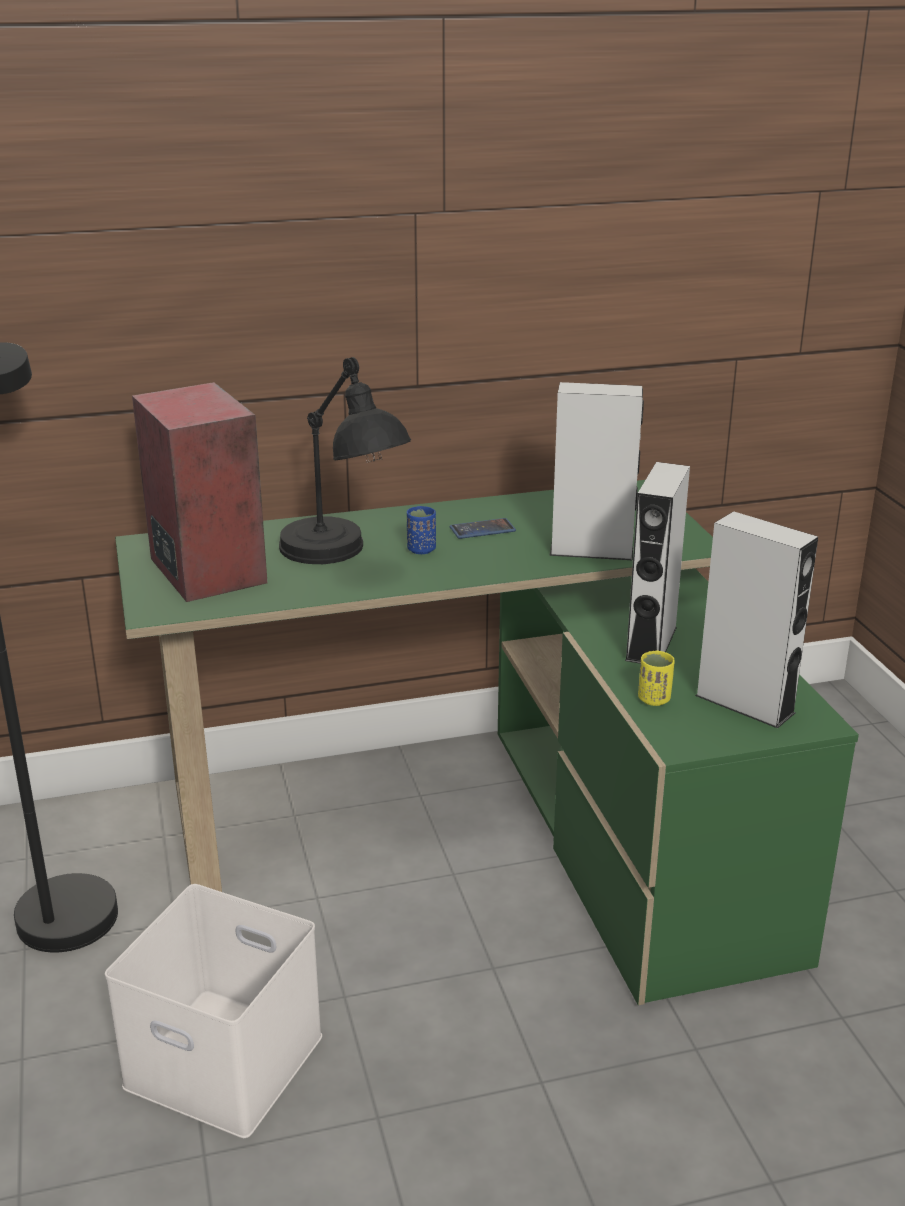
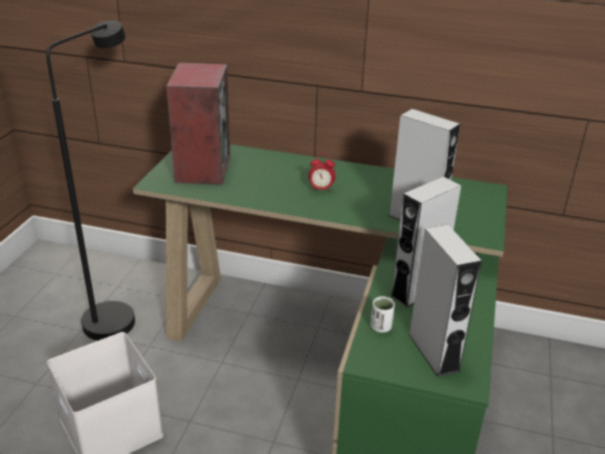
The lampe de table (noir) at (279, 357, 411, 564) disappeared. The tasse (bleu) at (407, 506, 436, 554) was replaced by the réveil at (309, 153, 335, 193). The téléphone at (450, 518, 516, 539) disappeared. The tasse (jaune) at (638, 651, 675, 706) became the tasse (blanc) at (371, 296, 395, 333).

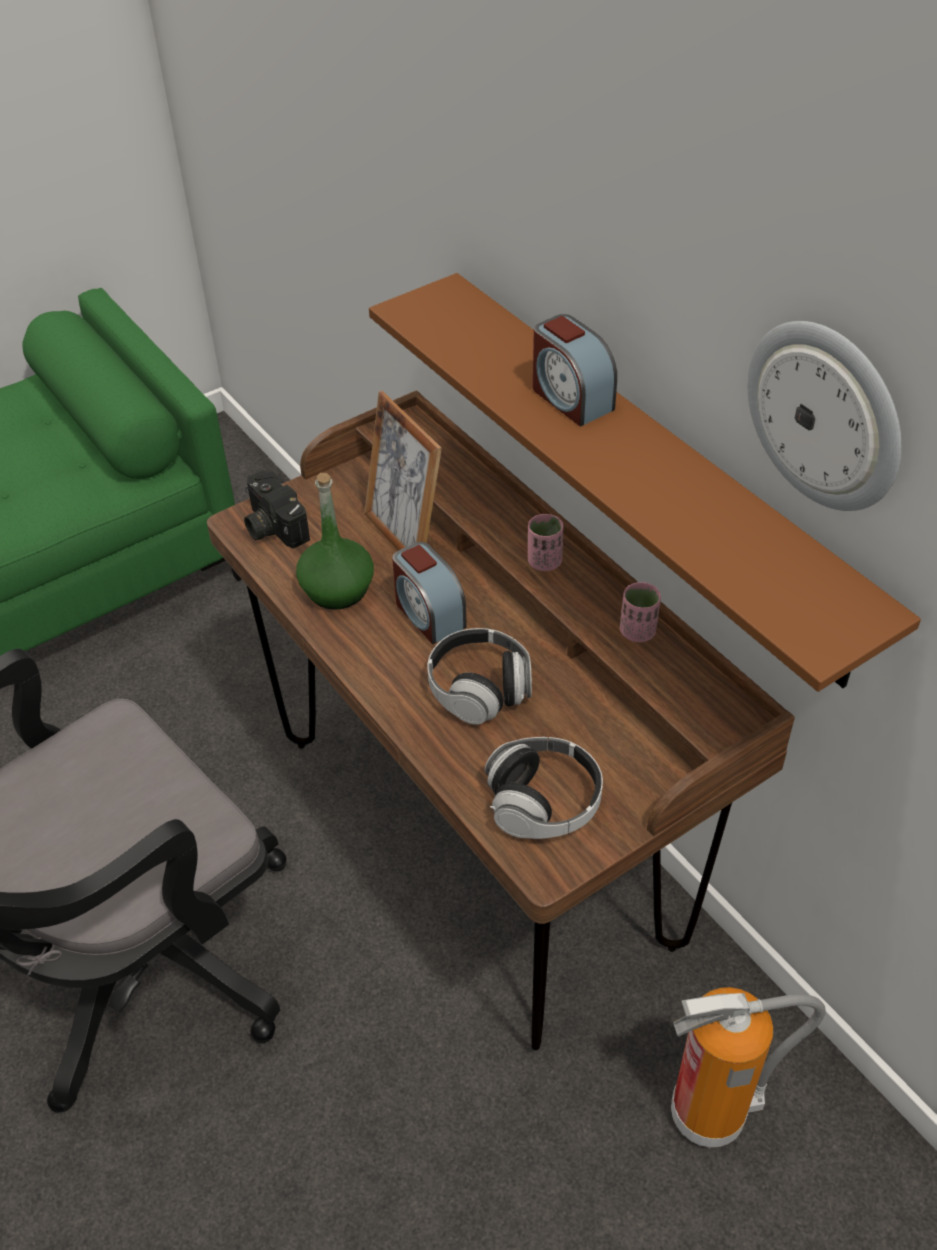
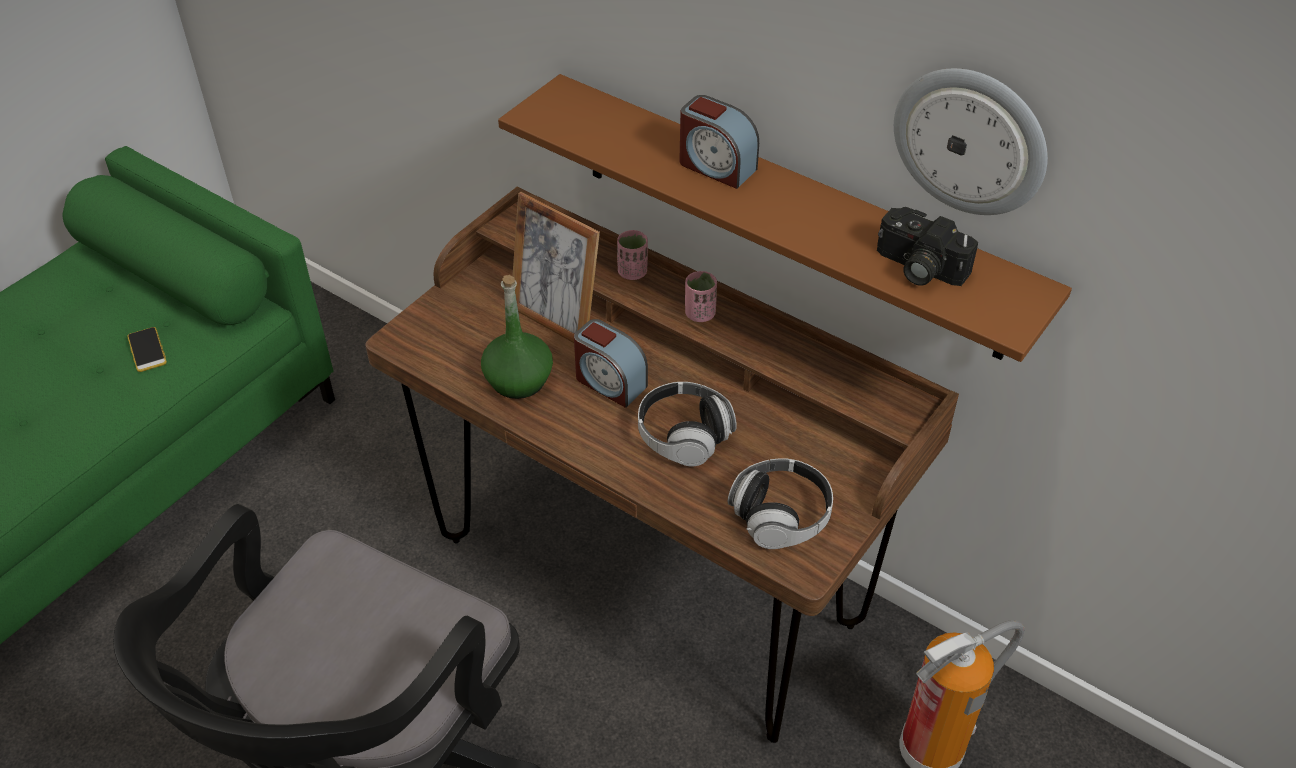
The appareil photo moved from (244, 470, 310, 549) to (877, 207, 978, 286). The tasse (rose) moved from (620, 582, 661, 642) to (617, 230, 648, 280). The téléphone at (127, 327, 167, 372) appeared.

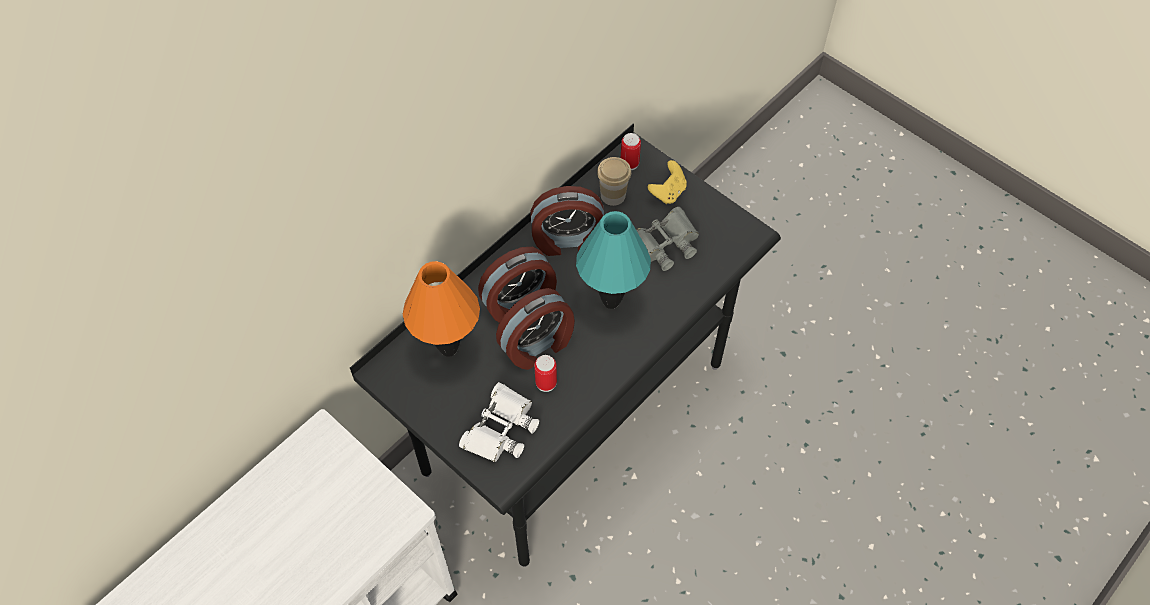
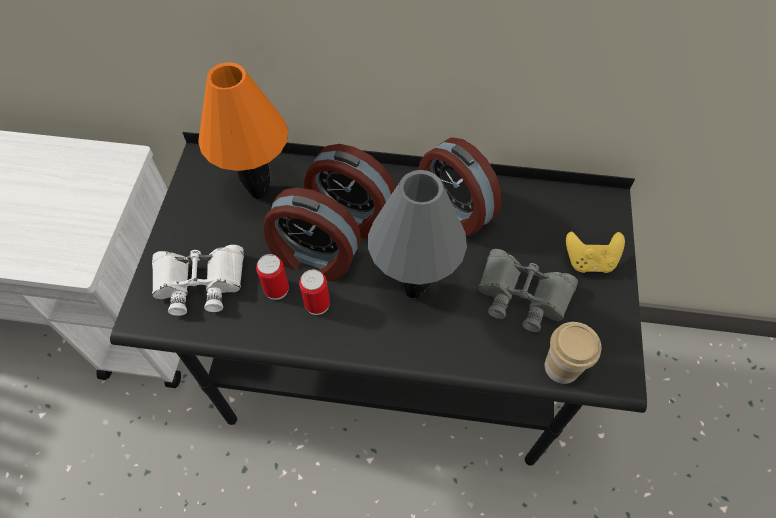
The lampe de table (turquoise) at (576, 211, 651, 309) became the lampe de table (gris) at (368, 170, 467, 298). The tasse moved from (597, 157, 631, 206) to (545, 322, 601, 384). The boîte métallique moved from (621, 133, 641, 170) to (299, 270, 330, 315).

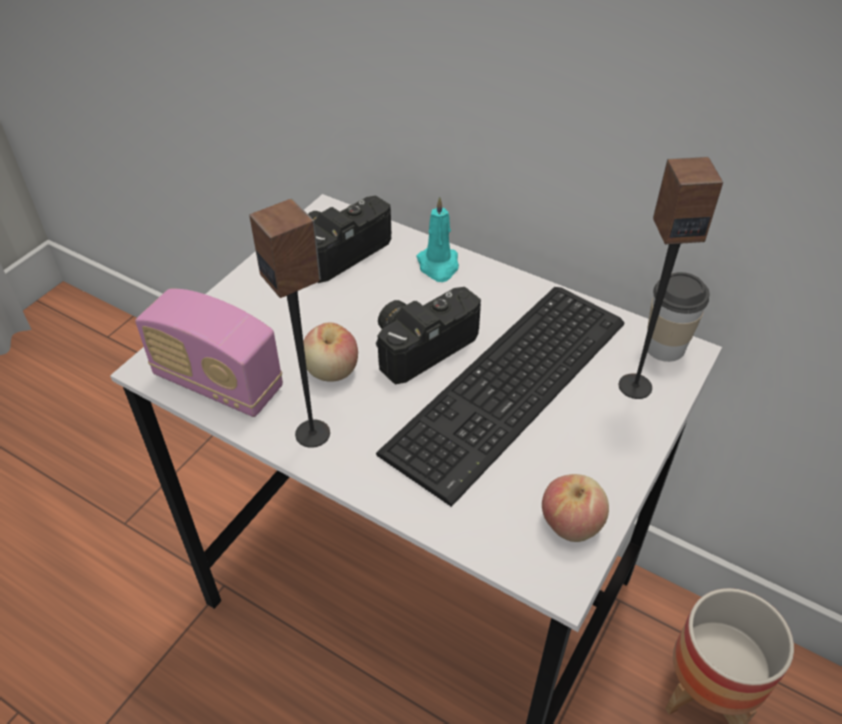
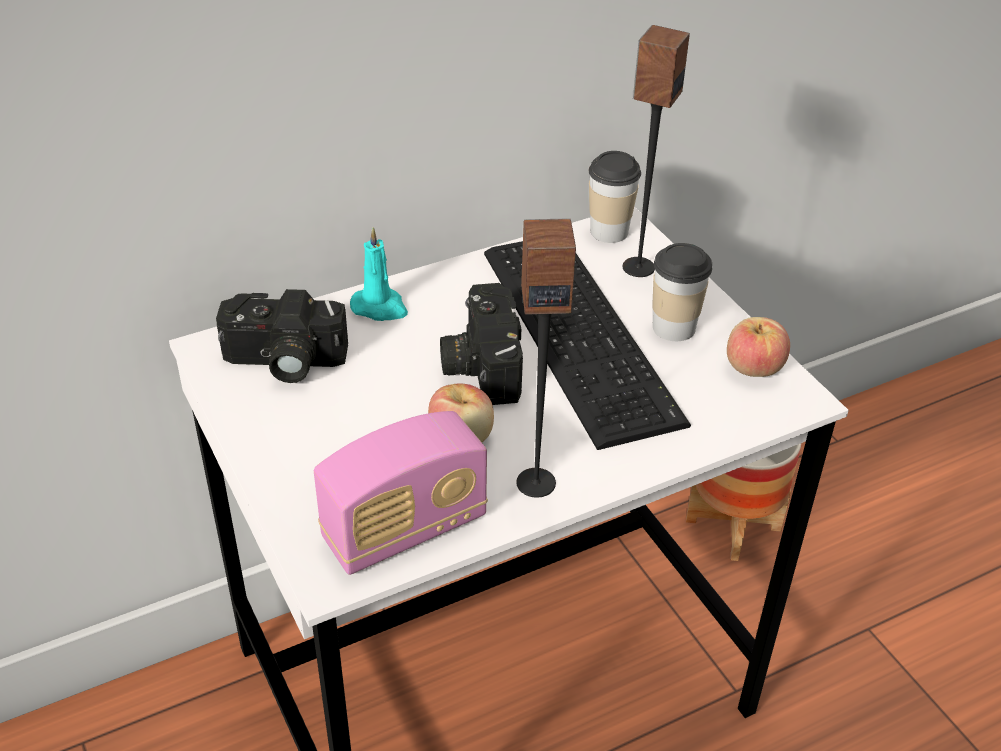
The appareil photo at (308, 195, 392, 283) turned 75 degrees counterclockwise. The tasse at (652, 243, 712, 341) appeared.

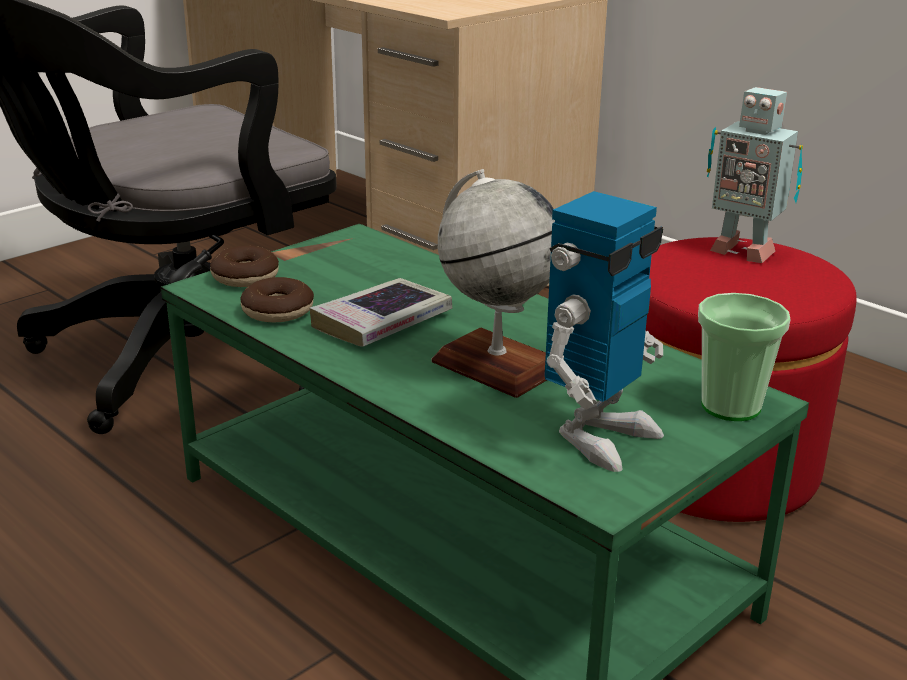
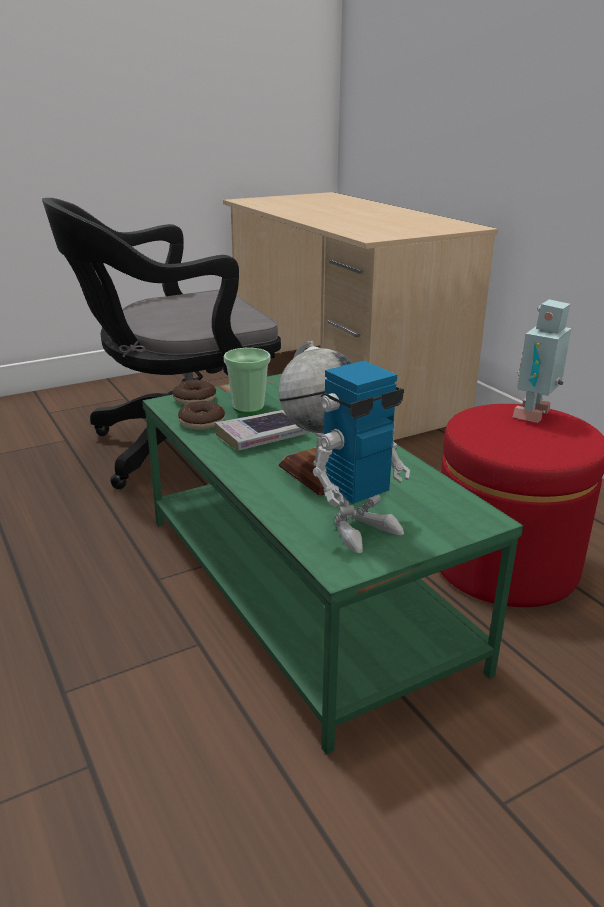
The tasse moved from (698, 293, 791, 421) to (224, 348, 270, 414). The robot jouet at (707, 87, 803, 263) turned 75 degrees clockwise.

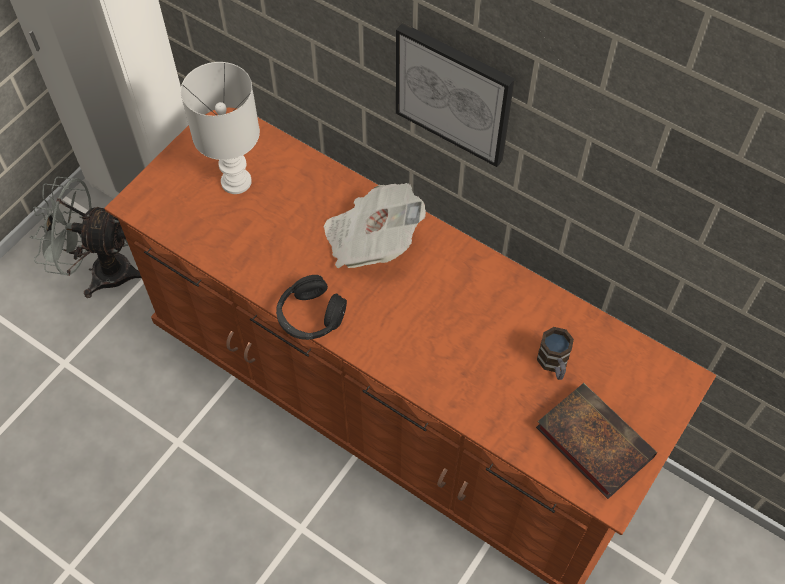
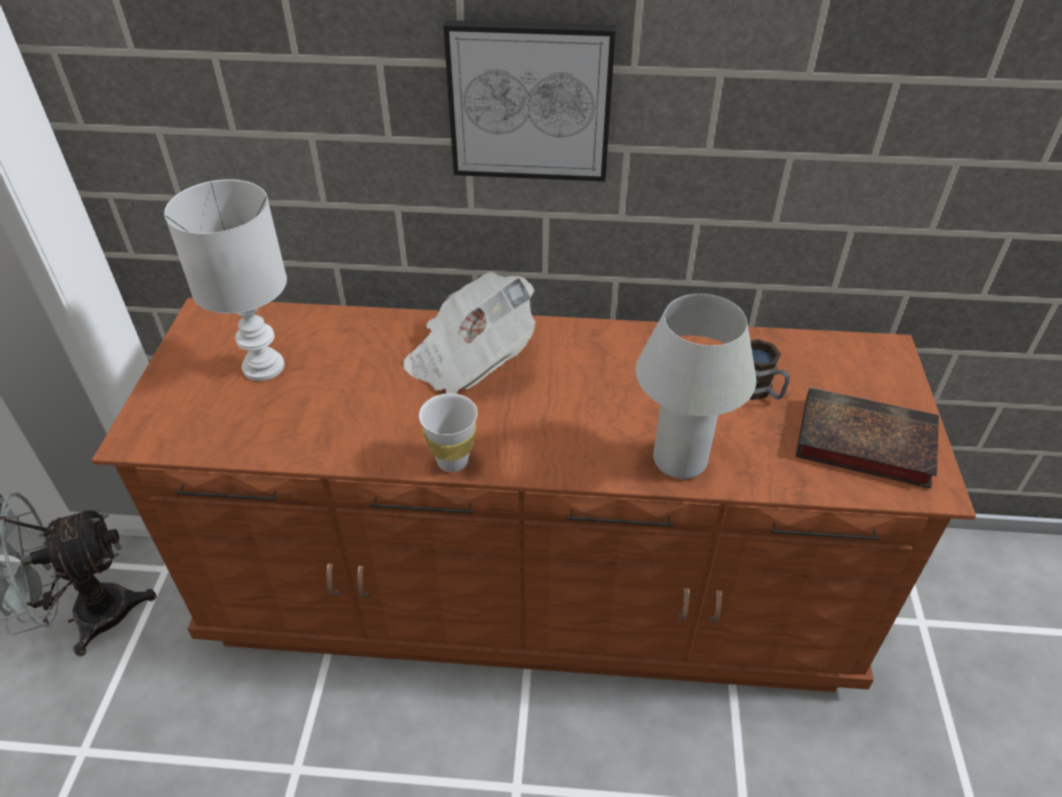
The casque audio (noir) at (276, 275, 347, 340) was replaced by the tasse (blanc) at (419, 393, 478, 472). The lampe de table (blanc) at (636, 294, 756, 479) appeared.

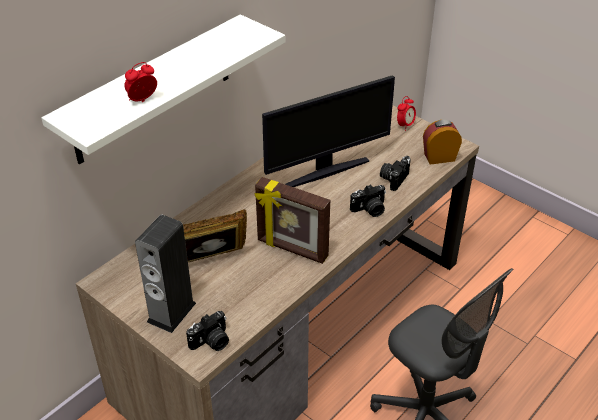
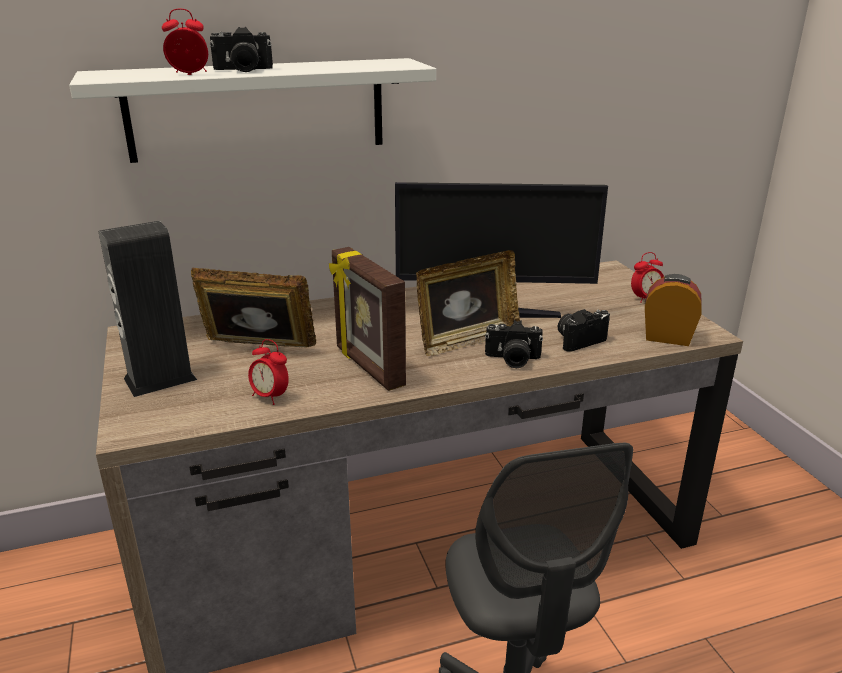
The appareil photo moved from (186, 311, 229, 351) to (209, 27, 273, 72). The réveil at (248, 339, 289, 405) appeared. The cadre photo at (416, 250, 520, 356) appeared.

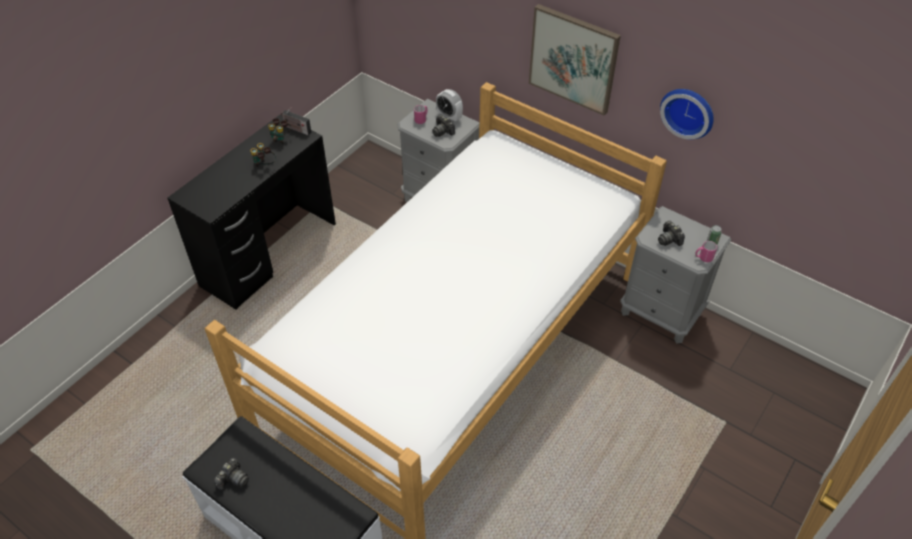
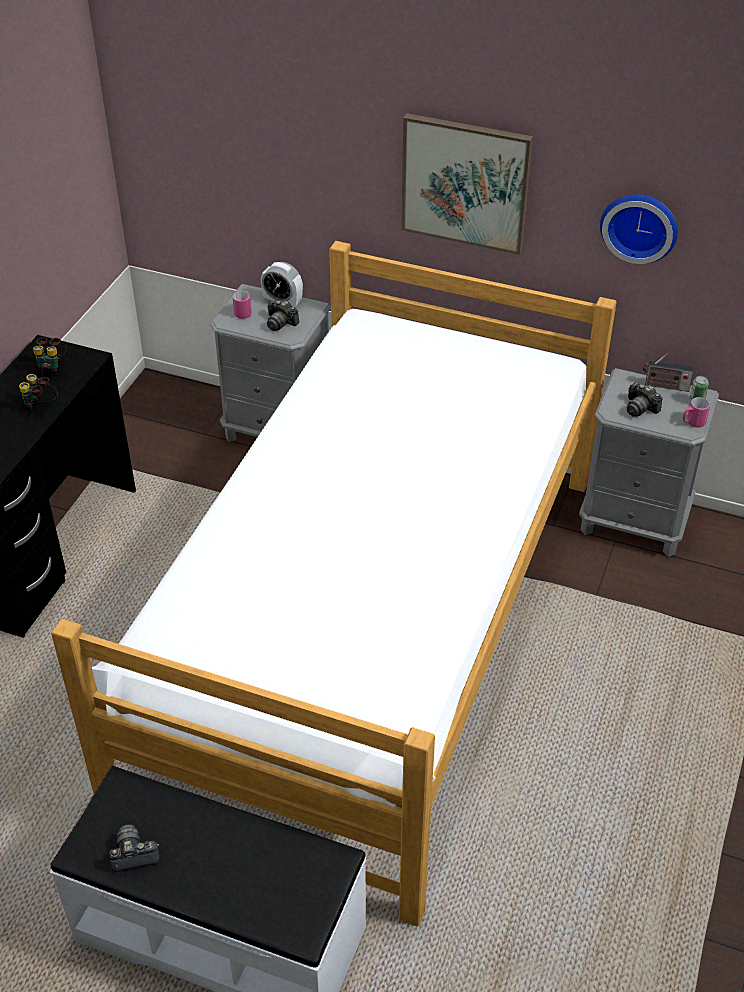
The appareil photo at (214, 458, 249, 490) turned 120 degrees counterclockwise. The radio moved from (281, 107, 311, 136) to (643, 353, 694, 392).

